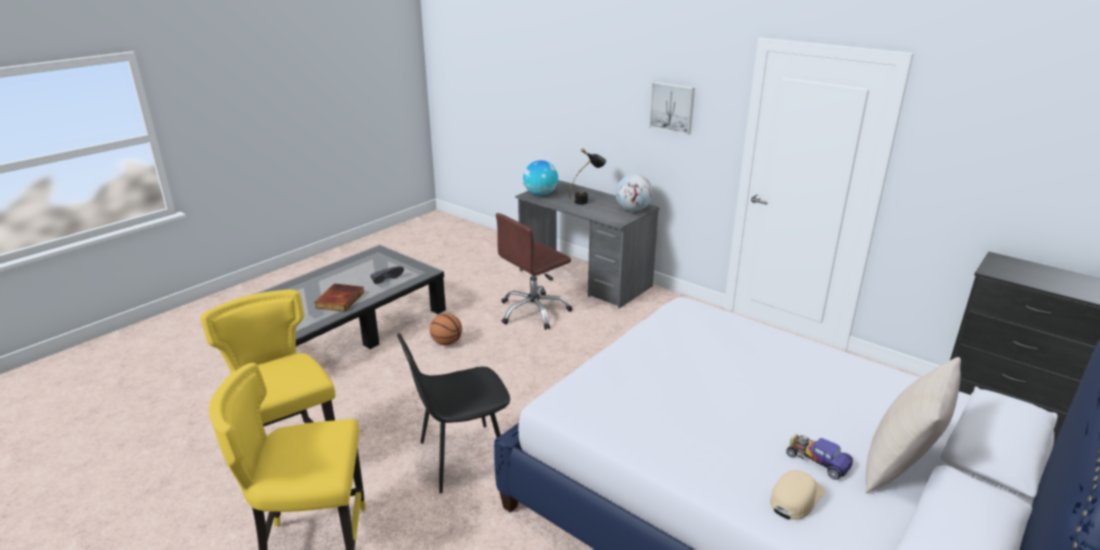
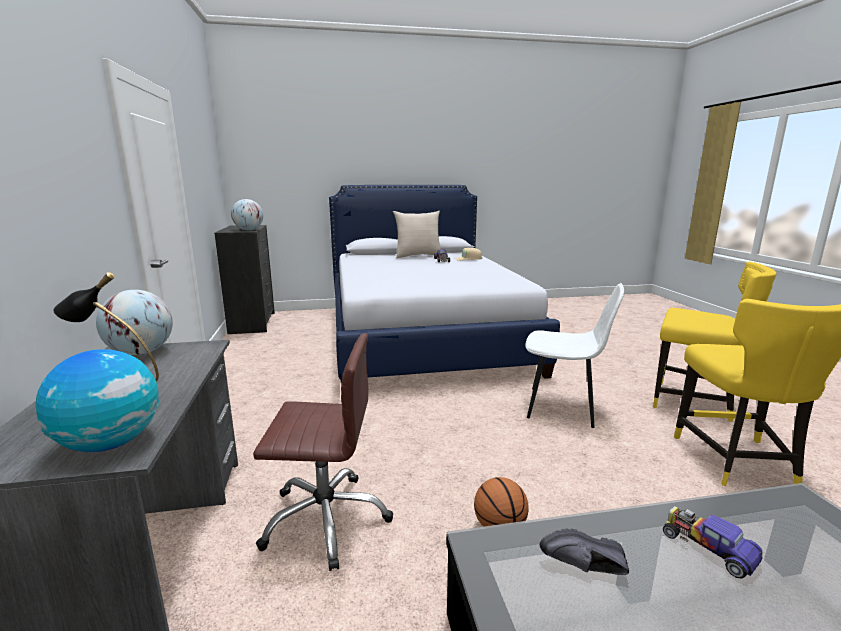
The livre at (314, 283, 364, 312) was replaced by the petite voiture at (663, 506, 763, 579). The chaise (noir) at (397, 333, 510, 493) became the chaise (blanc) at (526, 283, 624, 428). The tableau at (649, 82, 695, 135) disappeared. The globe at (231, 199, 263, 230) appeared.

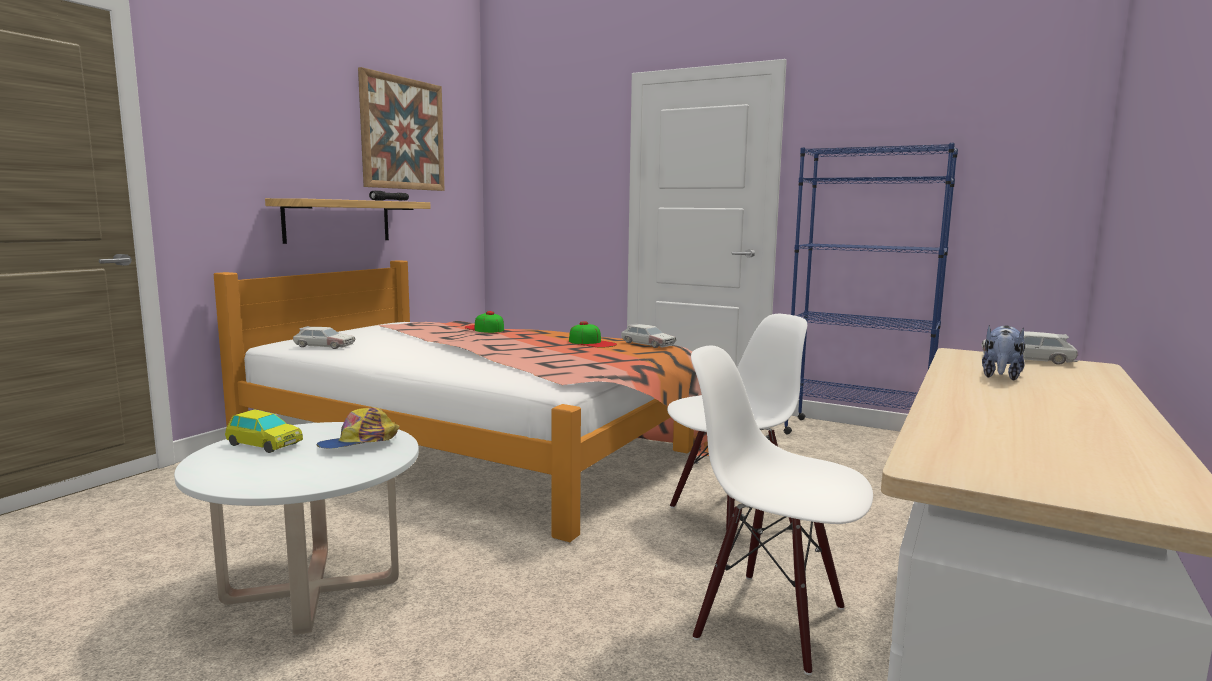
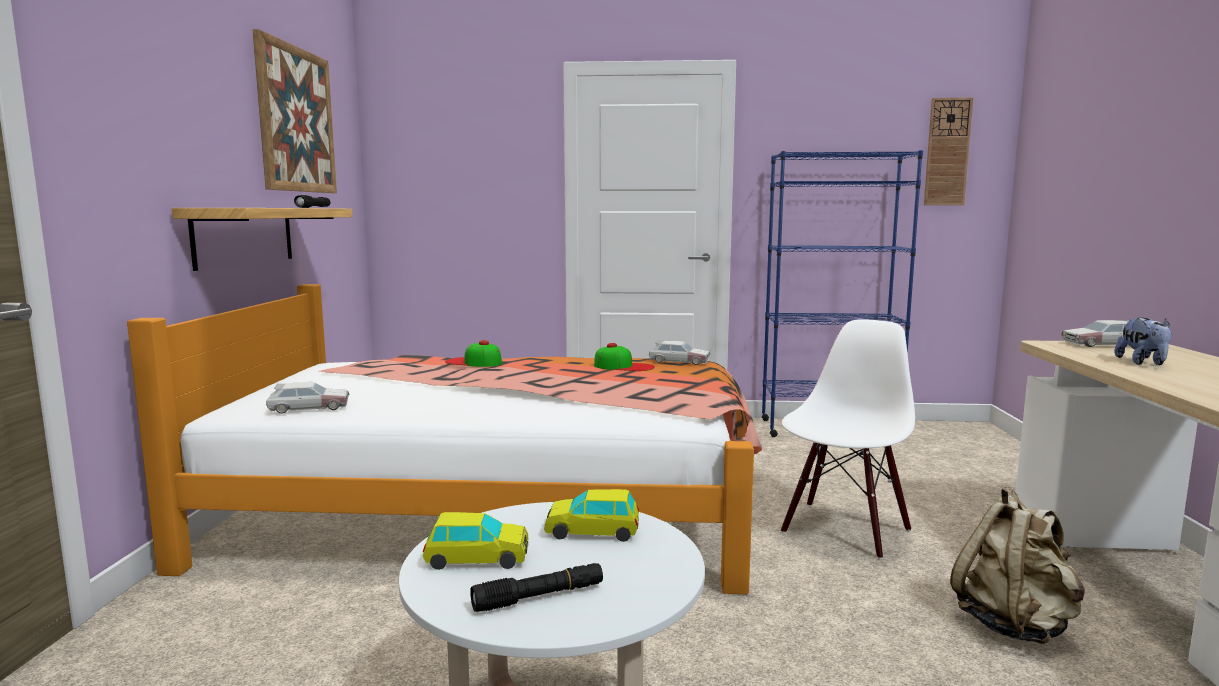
The casquette at (317, 407, 400, 449) was replaced by the petite voiture at (545, 489, 639, 542). The chaise (blanc) at (691, 345, 873, 675) was replaced by the sac à dos (beige) at (950, 487, 1085, 644). The lampe de poche (noir) at (470, 563, 603, 612) appeared. The horloge murale at (924, 97, 973, 205) appeared.

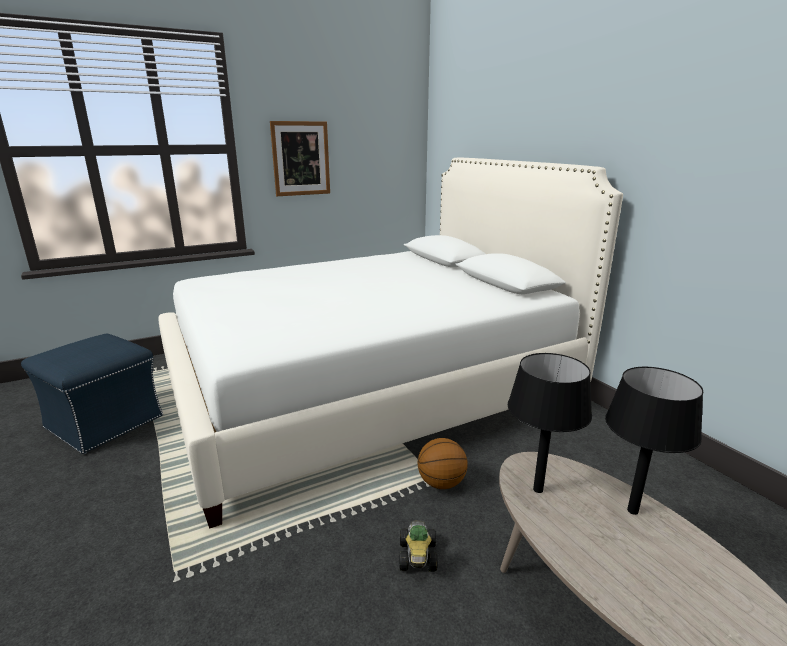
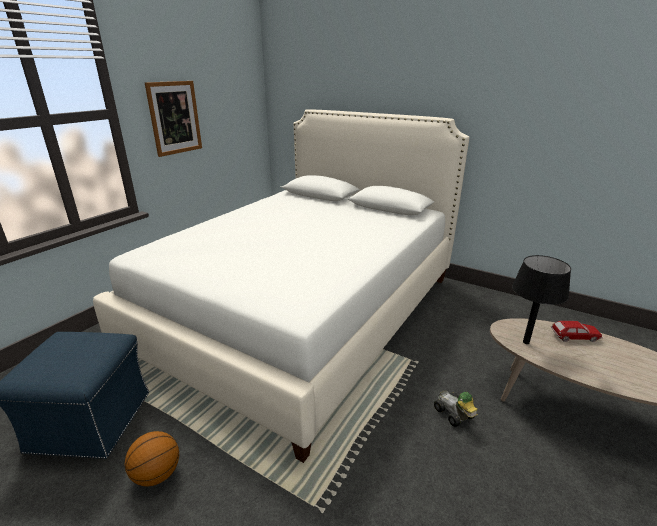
The ballon de basket moved from (417, 438, 468, 489) to (125, 431, 179, 486). The lampe de table (noir) at (605, 367, 703, 515) was replaced by the petite voiture at (551, 321, 603, 342).

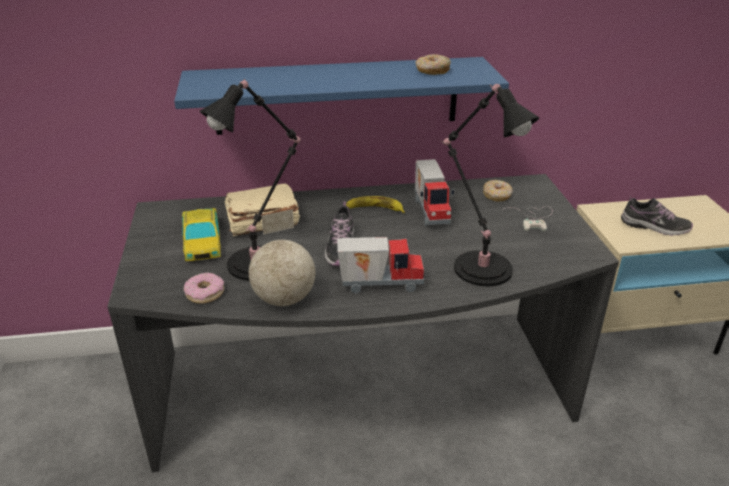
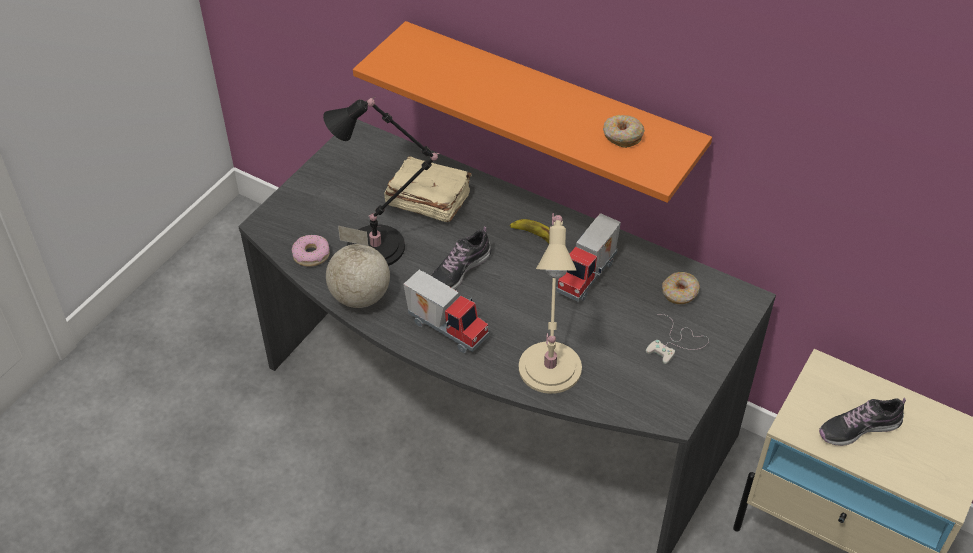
The étagère (bleu) at (174, 57, 509, 135) became the étagère (orange) at (353, 21, 712, 203). The petite voiture at (182, 208, 221, 261) disappeared. The lampe de table (noir) at (440, 84, 539, 286) became the lampe de table (beige) at (519, 213, 582, 394). The chaussure at (621, 196, 693, 236) turned 105 degrees clockwise.

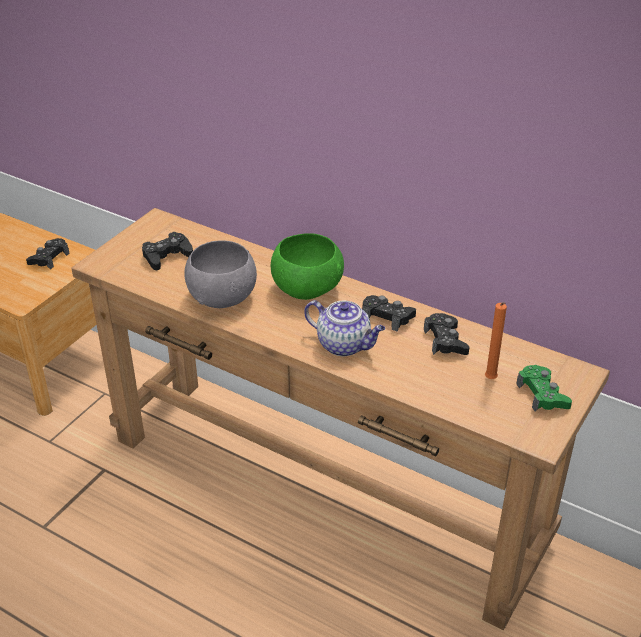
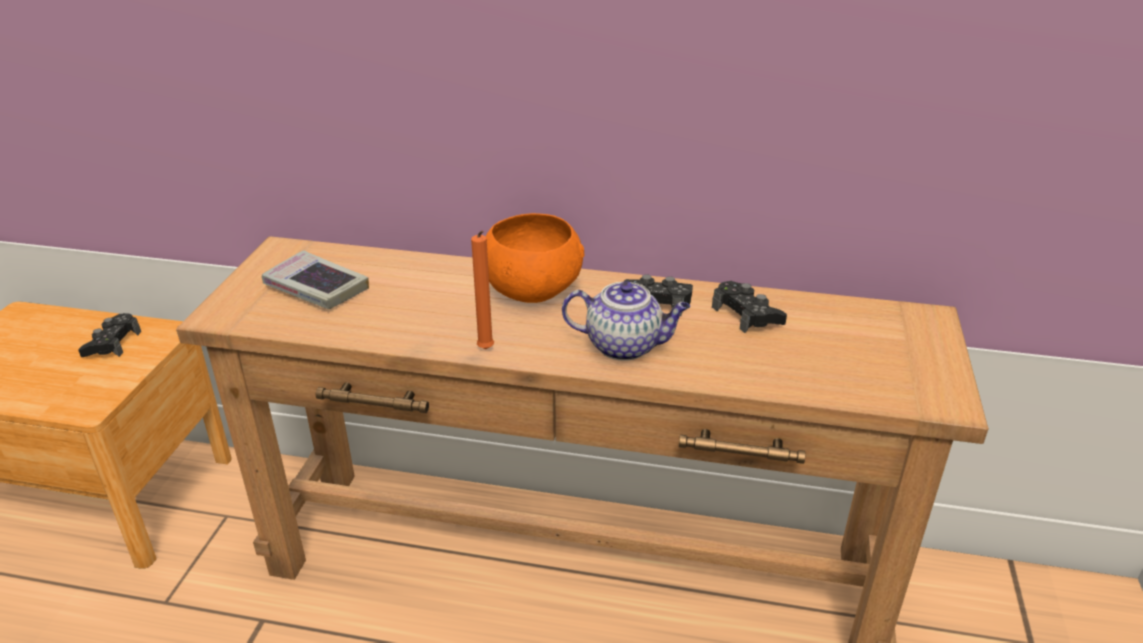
The manette (noir) at (142, 232, 193, 270) was replaced by the livre at (262, 250, 369, 309). The bol (gris) at (184, 240, 257, 308) disappeared. The bol (vert) at (271, 233, 344, 300) became the bol (orange) at (486, 213, 584, 303). The bougie (orange) moved from (485, 302, 507, 379) to (471, 231, 494, 349). The manette (vert) at (516, 365, 572, 412) disappeared.

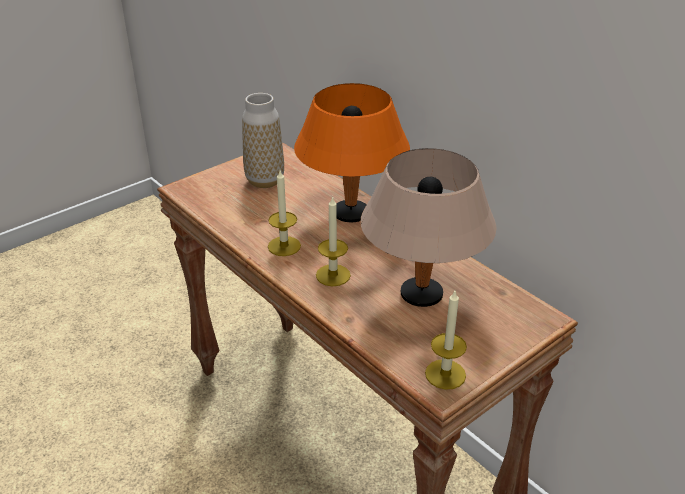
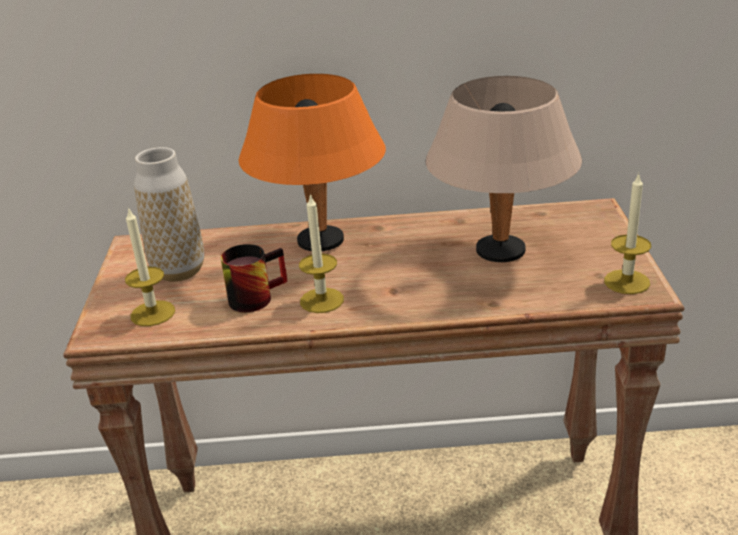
The bougie moved from (316, 196, 351, 286) to (125, 207, 175, 326). The mug at (221, 244, 288, 312) appeared.

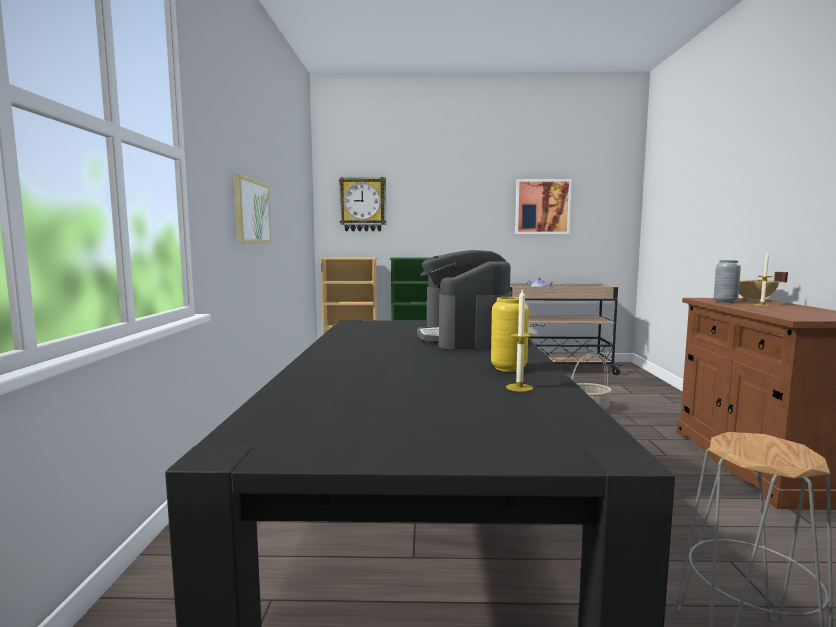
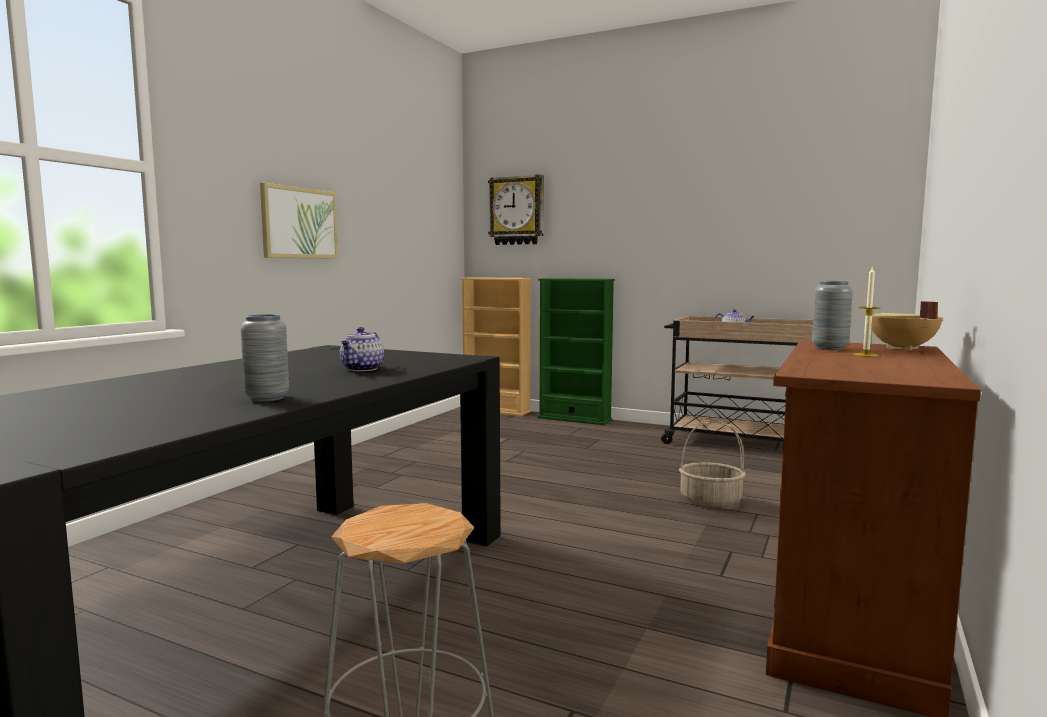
The machine à café at (417, 250, 512, 349) was replaced by the théière at (340, 327, 384, 371). The vase (jaune) at (491, 297, 529, 372) became the vase (gris) at (241, 314, 289, 402). The bougie at (506, 288, 533, 392) disappeared. The tableau at (515, 179, 572, 234) disappeared.

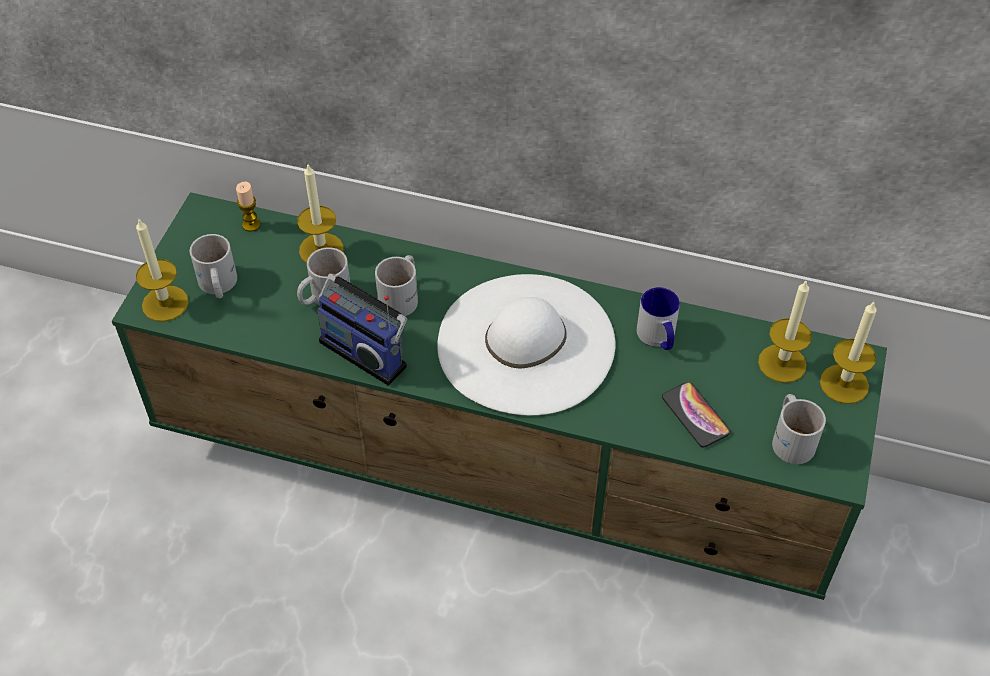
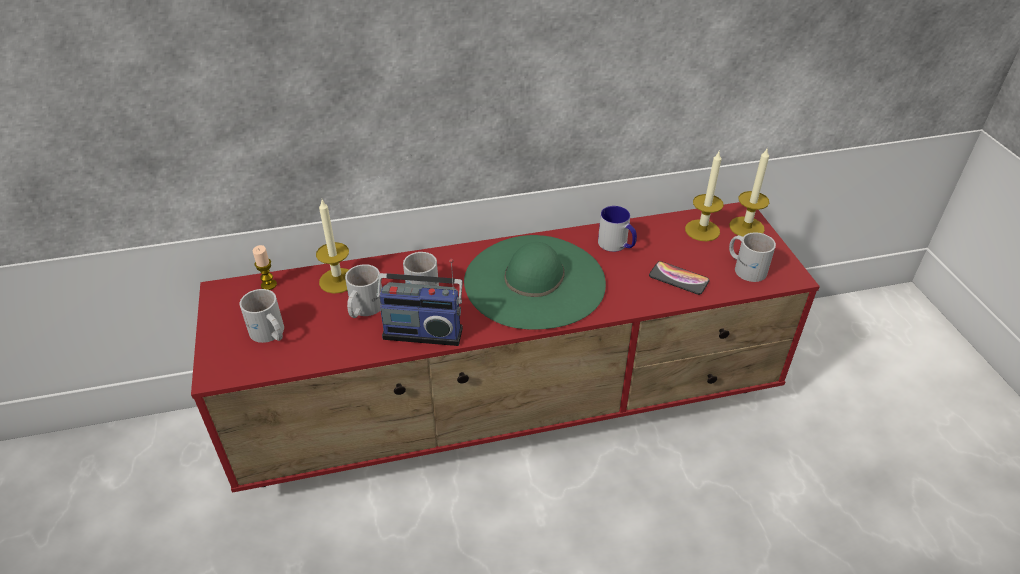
The meuble télé (vert) at (112, 192, 887, 600) became the meuble télé (rouge) at (191, 202, 820, 493). The bougie at (136, 219, 189, 322) disappeared. The chapeau (blanc) at (438, 274, 615, 415) became the chapeau (vert) at (464, 235, 606, 330).

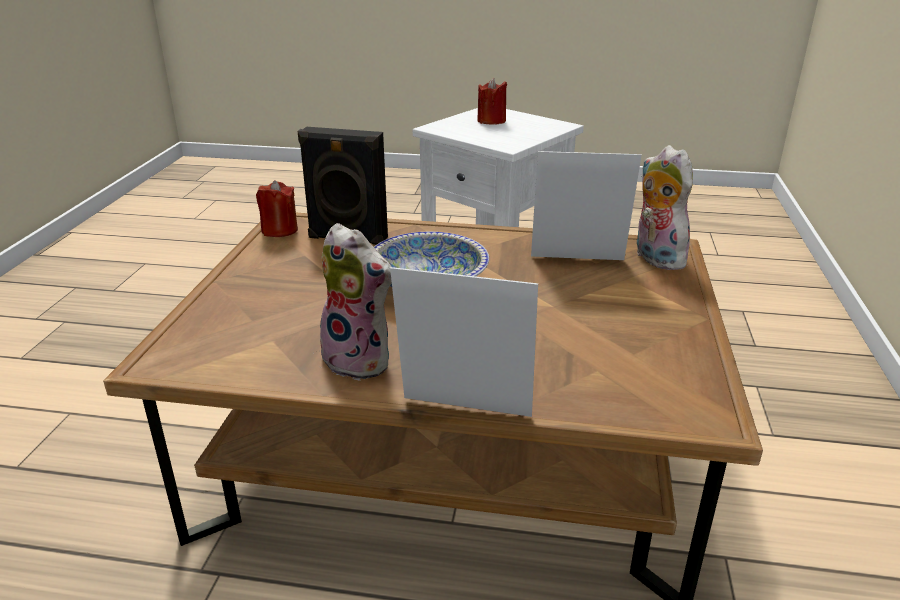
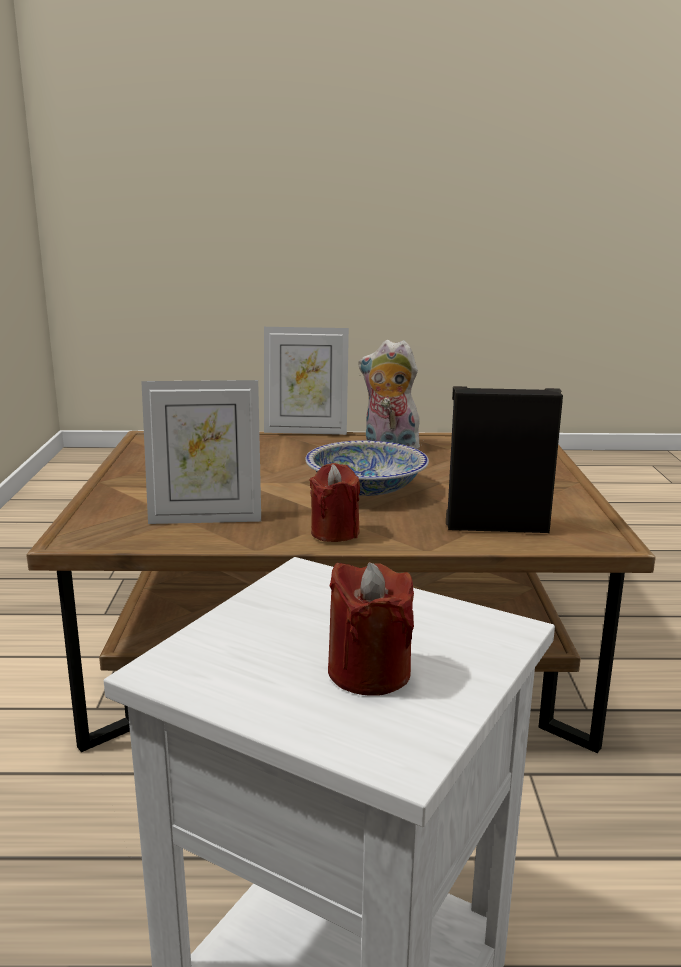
The bougie (rouge) moved from (256, 180, 298, 237) to (309, 463, 360, 542). The peluche at (635, 145, 694, 270) disappeared.

